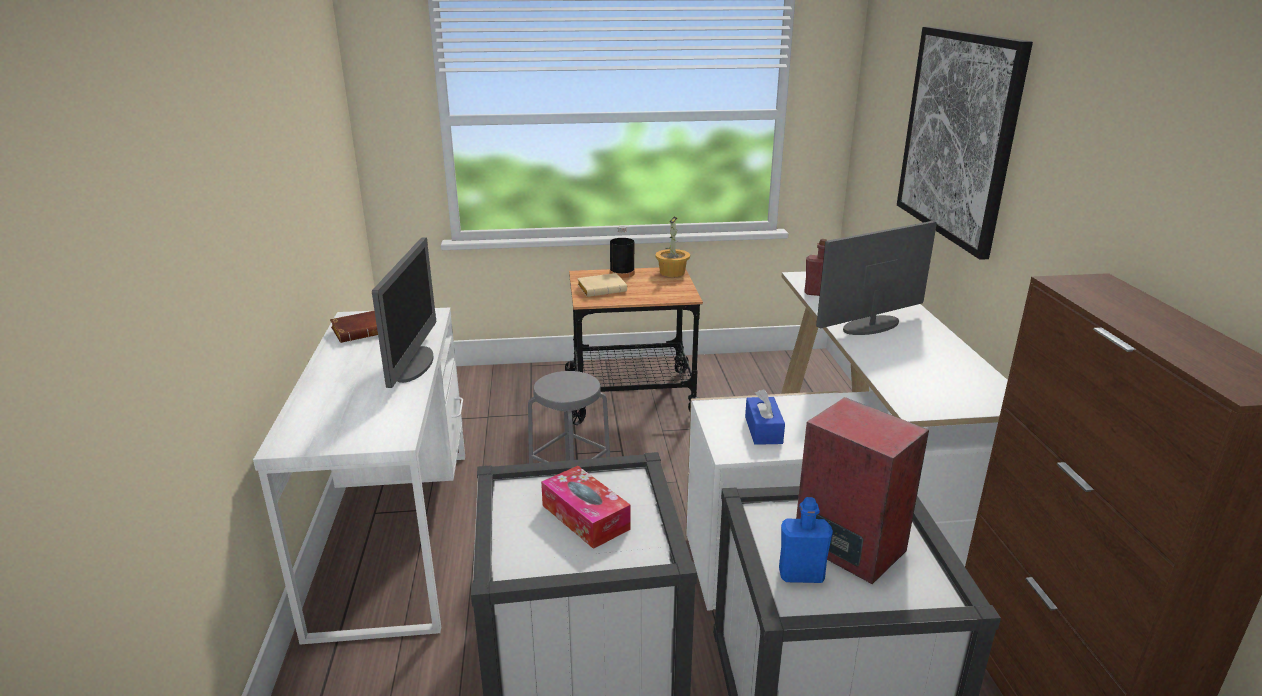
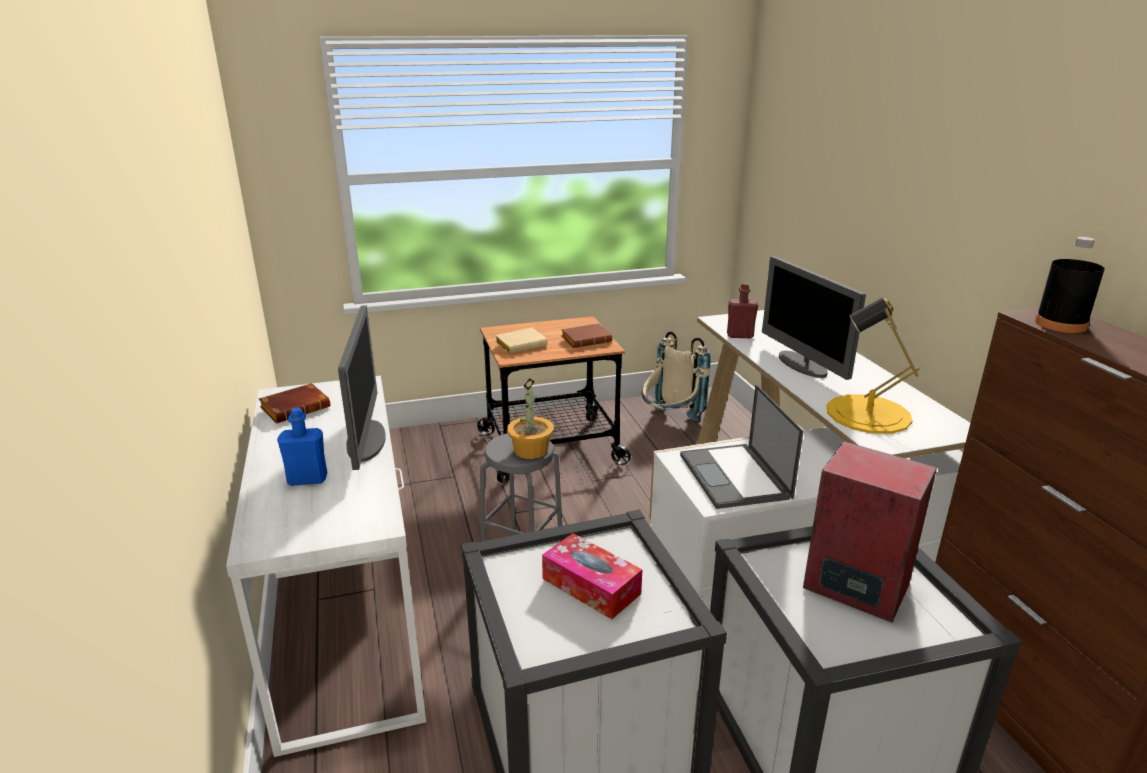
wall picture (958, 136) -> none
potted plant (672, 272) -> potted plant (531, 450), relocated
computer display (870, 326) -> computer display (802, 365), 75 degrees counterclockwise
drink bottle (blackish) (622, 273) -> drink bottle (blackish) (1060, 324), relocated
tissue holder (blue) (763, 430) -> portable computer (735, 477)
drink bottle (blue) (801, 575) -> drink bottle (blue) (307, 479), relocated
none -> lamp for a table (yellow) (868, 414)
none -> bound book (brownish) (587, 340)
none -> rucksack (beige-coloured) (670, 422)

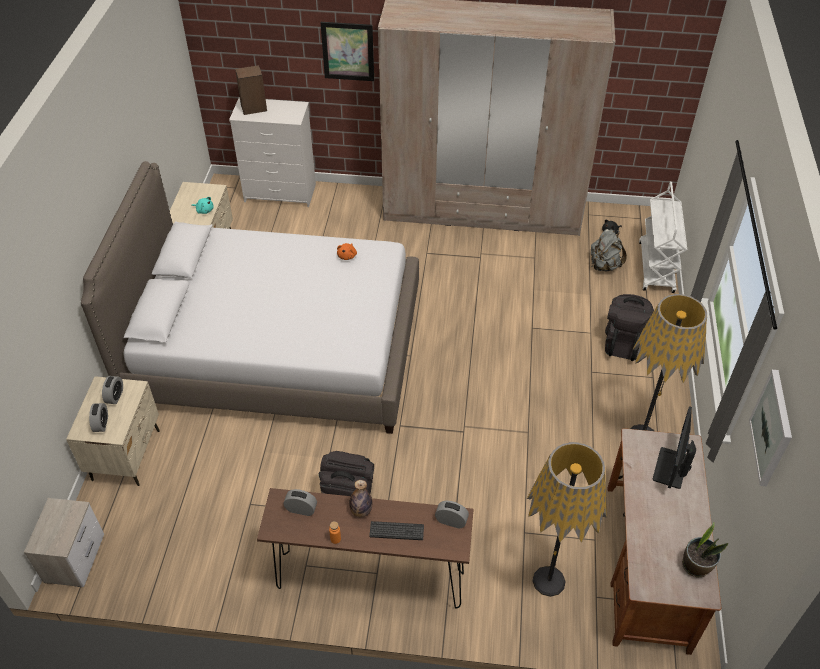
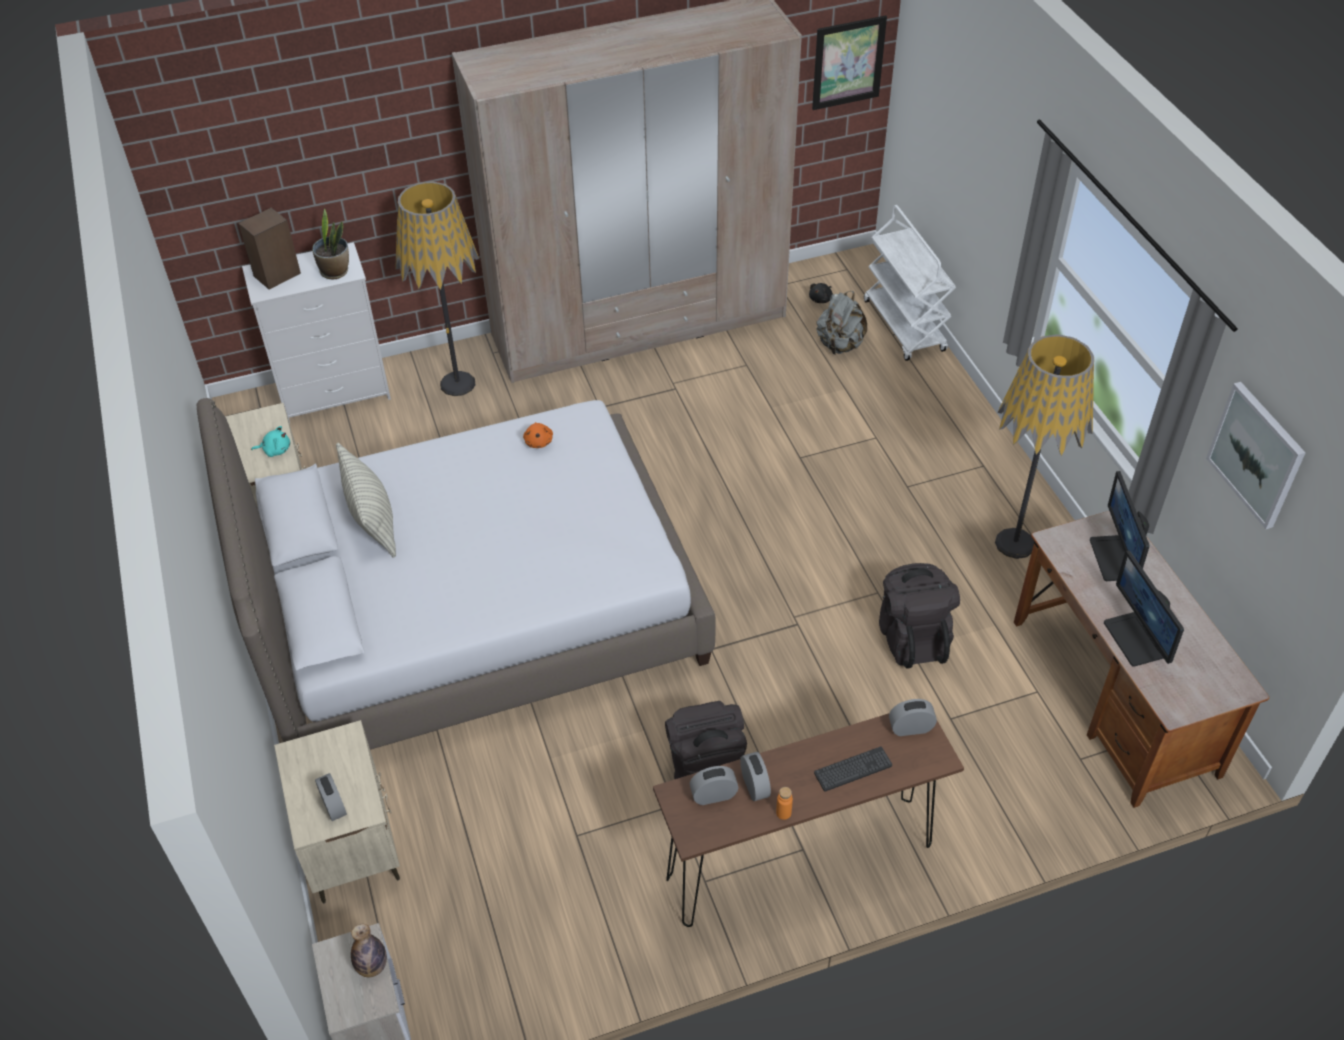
wall picture (348, 51) -> wall picture (848, 62), relocated
rucksack (blackish) (623, 342) -> rucksack (blackish) (912, 637), relocated
alarm clock (115, 396) -> alarm clock (754, 786), relocated
standing lamp (549, 581) -> standing lamp (458, 384), relocated
drink bottle (361, 511) -> drink bottle (372, 966), relocated
potted plant (696, 566) -> potted plant (335, 271), relocated
none -> throw pillow (372, 519)
none -> computer display (1136, 639)

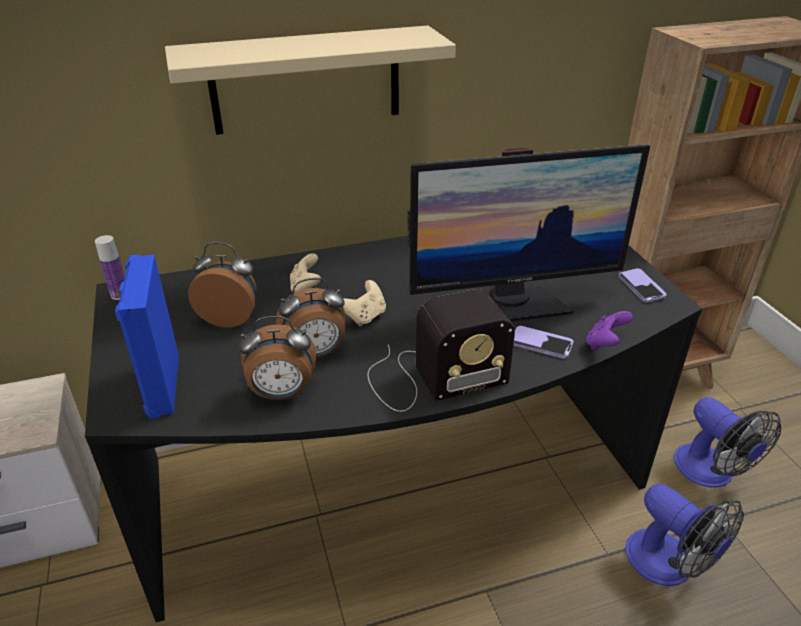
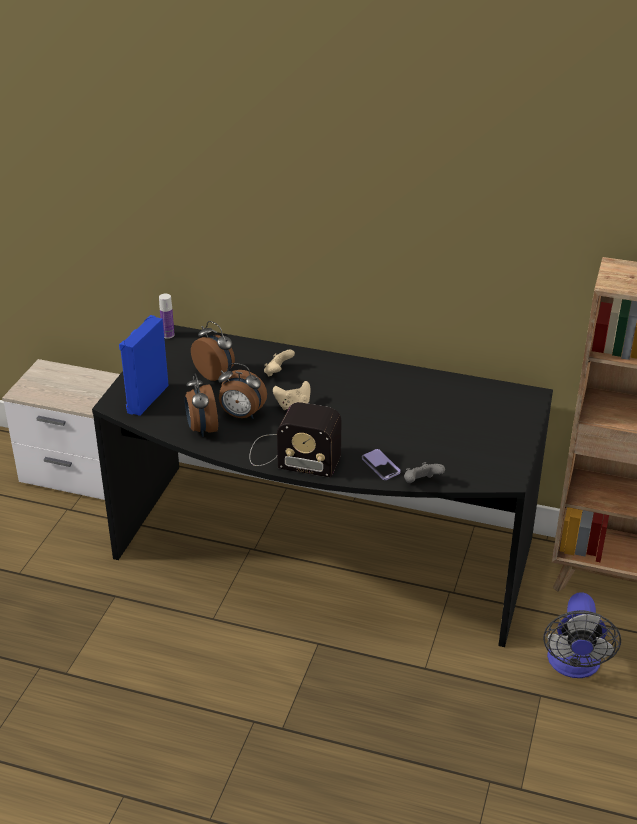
bracket shelf (beige-coloured) (306, 80) -> none
computer display (512, 304) -> none
telephone (641, 287) -> none
gamepad (purplish) (604, 344) -> gamepad (gray) (421, 483)
alarm clock (282, 394) -> alarm clock (202, 429), 45 degrees clockwise
electric fan (669, 566) -> none

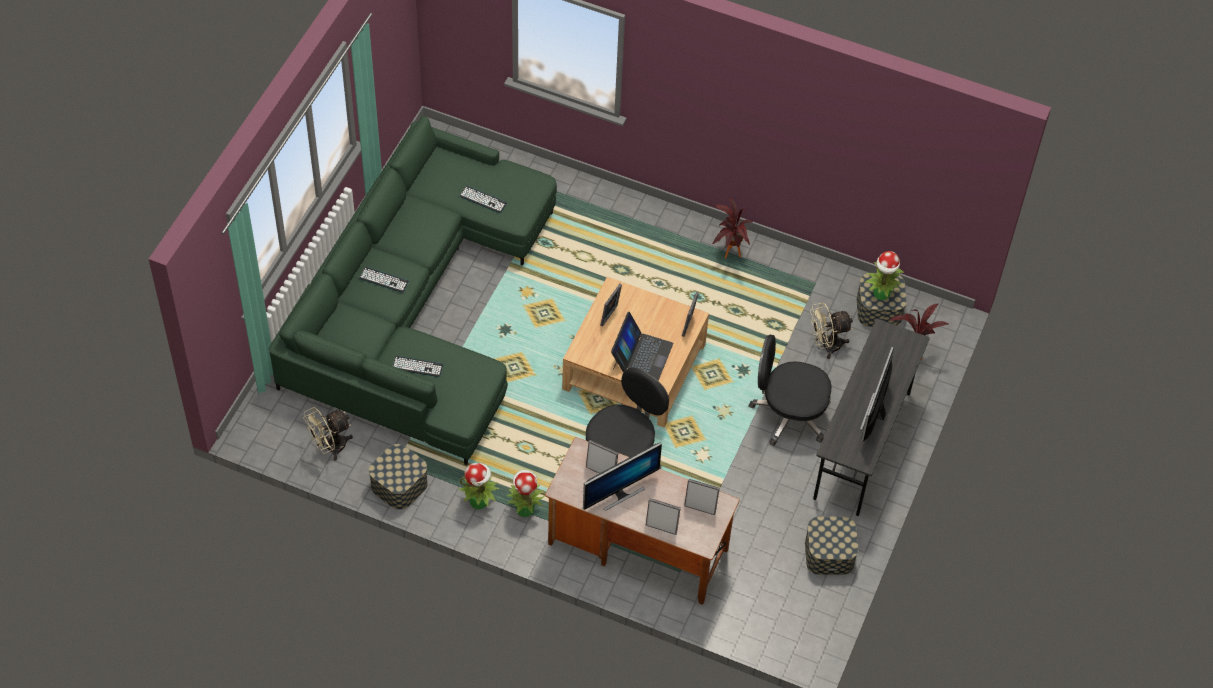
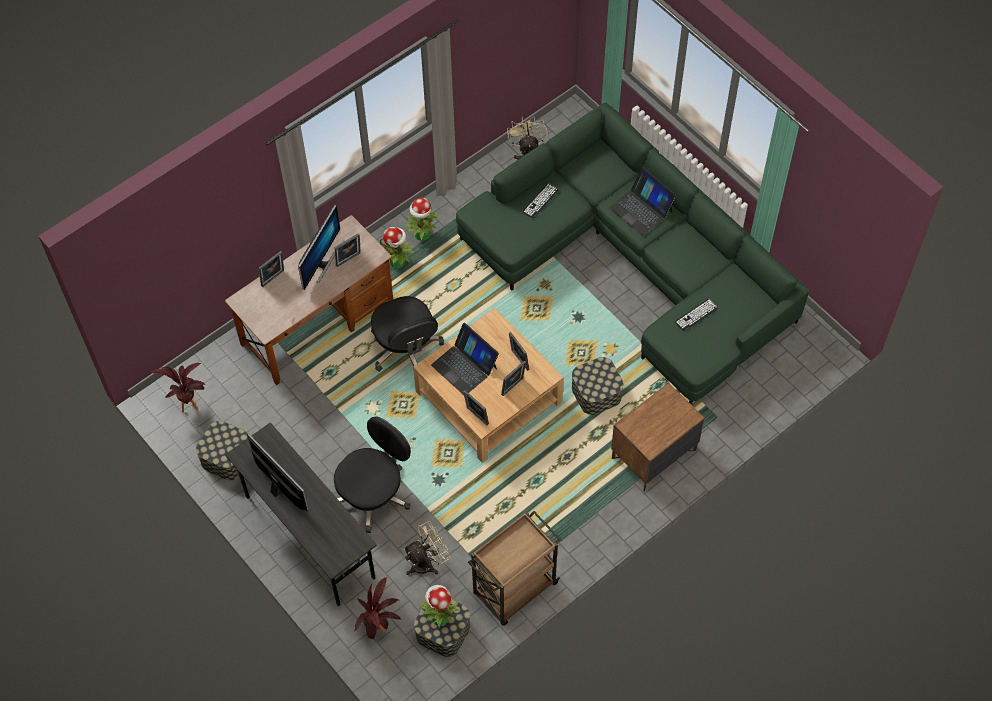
potted plant (728, 257) -> potted plant (188, 403), relocated
PC keyboard (384, 280) -> portable computer (641, 209)
electric fan (beige-coloured) (826, 345) -> electric fan (beige-coloured) (427, 562), 45 degrees clockwise
computer display (620, 493) -> computer display (321, 264), 150 degrees counterclockwise
storage bin (399, 485) -> storage bin (596, 393), relocated
standing frame (700, 507) -> standing frame (513, 387), relocated
none -> night table (brownish) (653, 455)
none -> trolley (brownish) (514, 590)

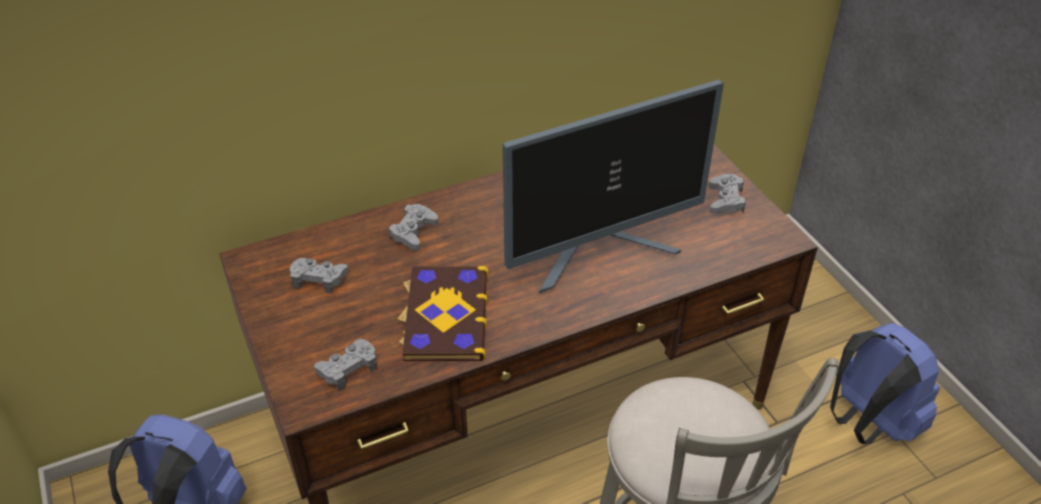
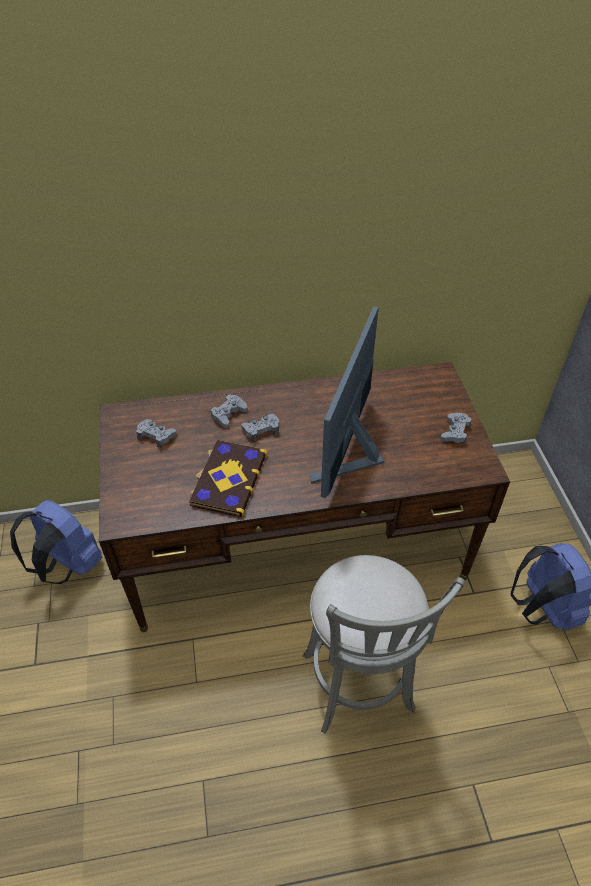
computer display (601, 251) -> computer display (351, 453), 120 degrees clockwise
gamepad (gray) (348, 368) -> gamepad (gray) (261, 430), relocated

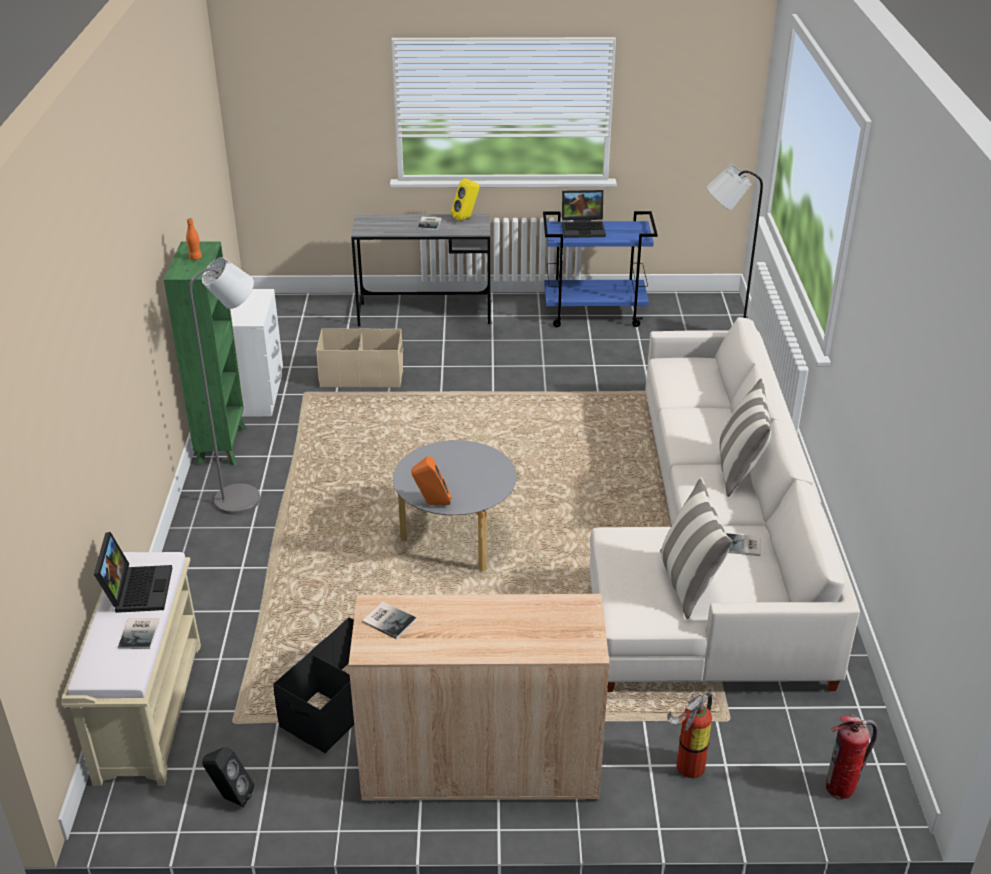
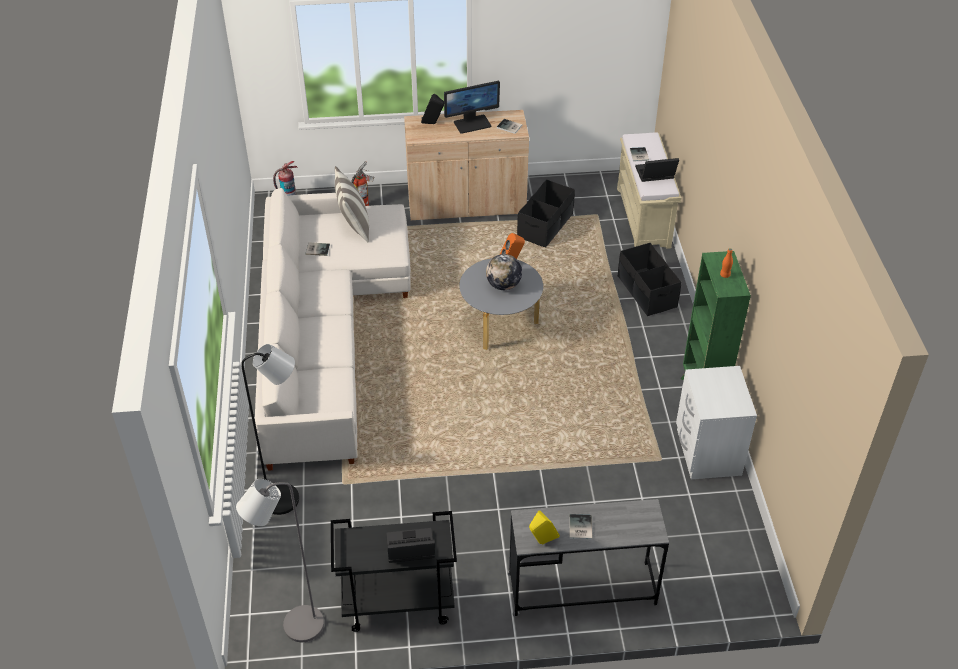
trolley (blue) (595, 313) -> trolley (blackish) (397, 604)
standing lamp (gray) (246, 498) -> standing lamp (gray) (296, 628), relocated
storage bin (beige-coloured) (362, 376) -> none
throw pillow (739, 470) -> none
portable computer (137, 589) -> portable computer (654, 175), 90 degrees clockwise
audio speaker (blackish) (230, 797) -> audio speaker (blackish) (433, 123), relocated
none -> computer display (472, 124)
none -> storage bin (blackish) (646, 292)
none -> world globe (503, 285)

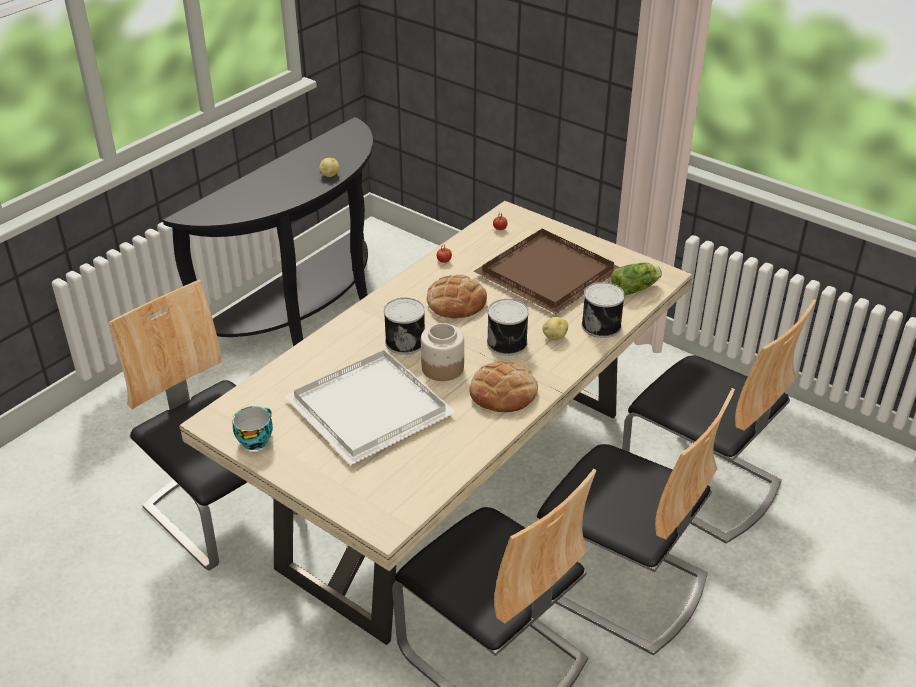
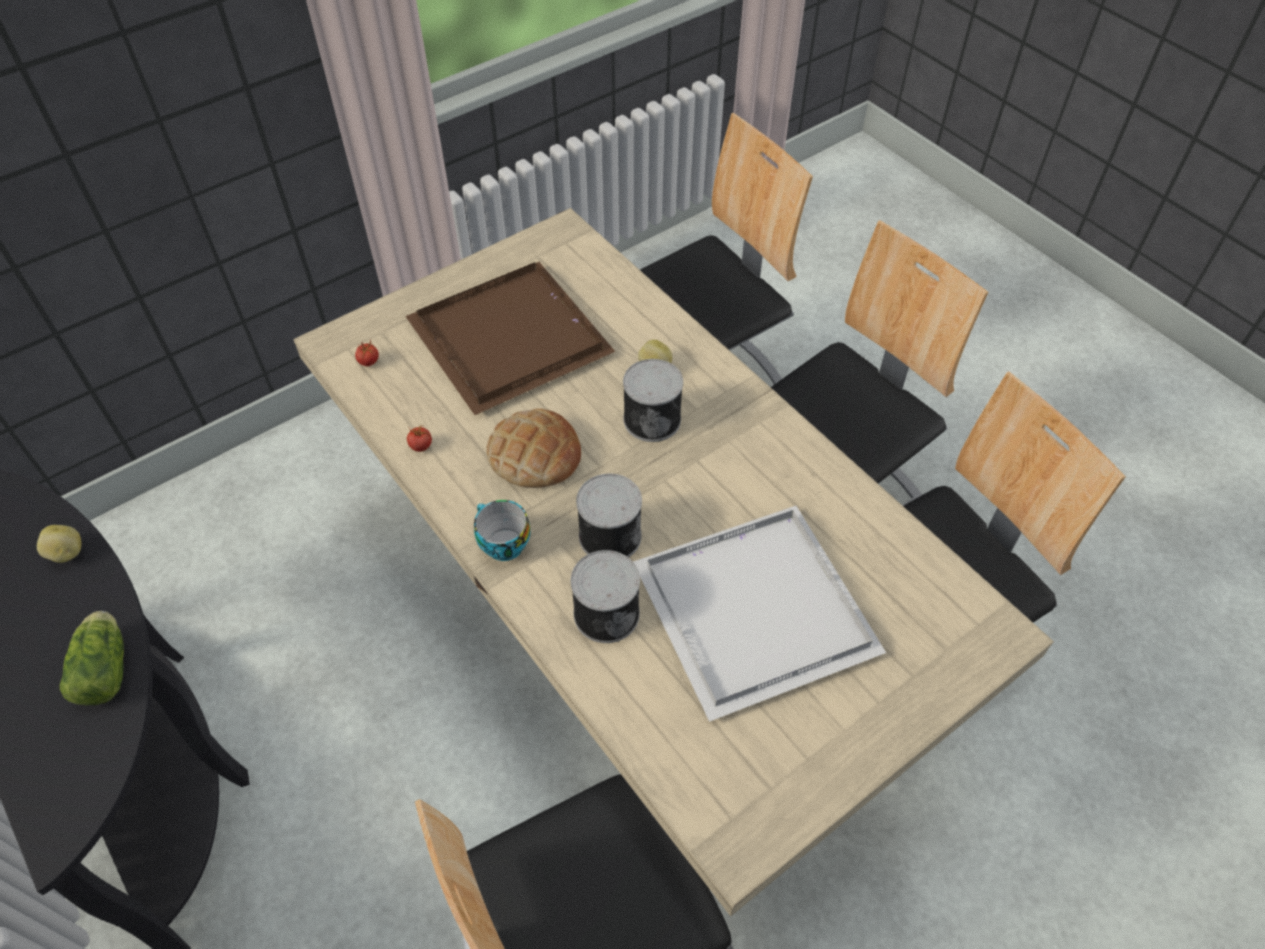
lettuce (636, 288) -> lettuce (105, 667), relocated
sealed can (602, 325) -> sealed can (606, 612), relocated
storage jar (442, 368) -> none
bakery bread (503, 392) -> none
drinking cup (255, 439) -> drinking cup (501, 544), relocated

